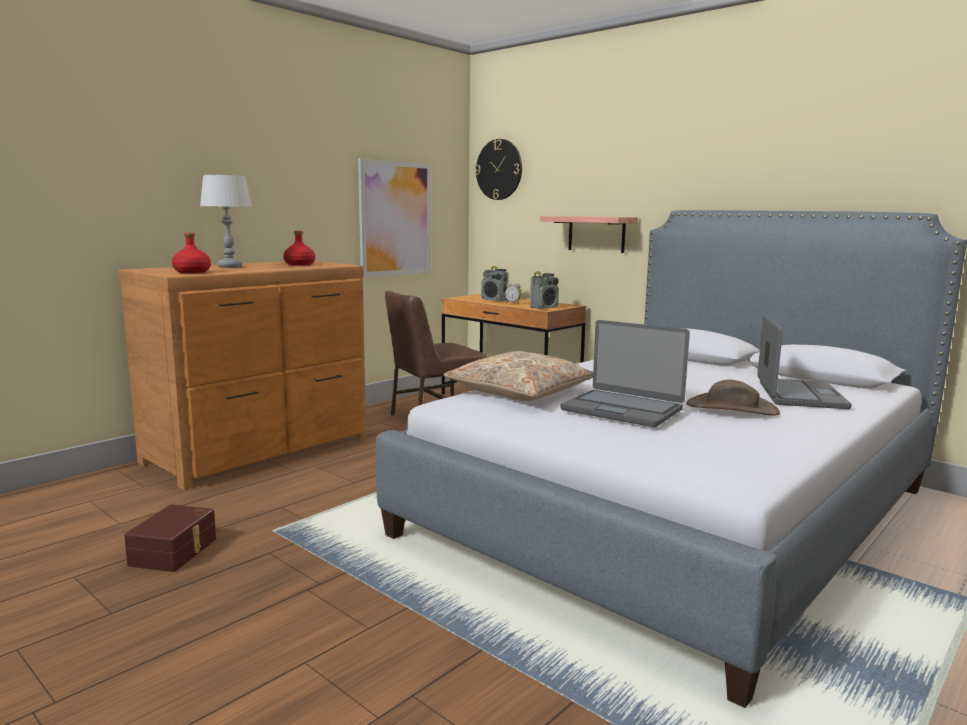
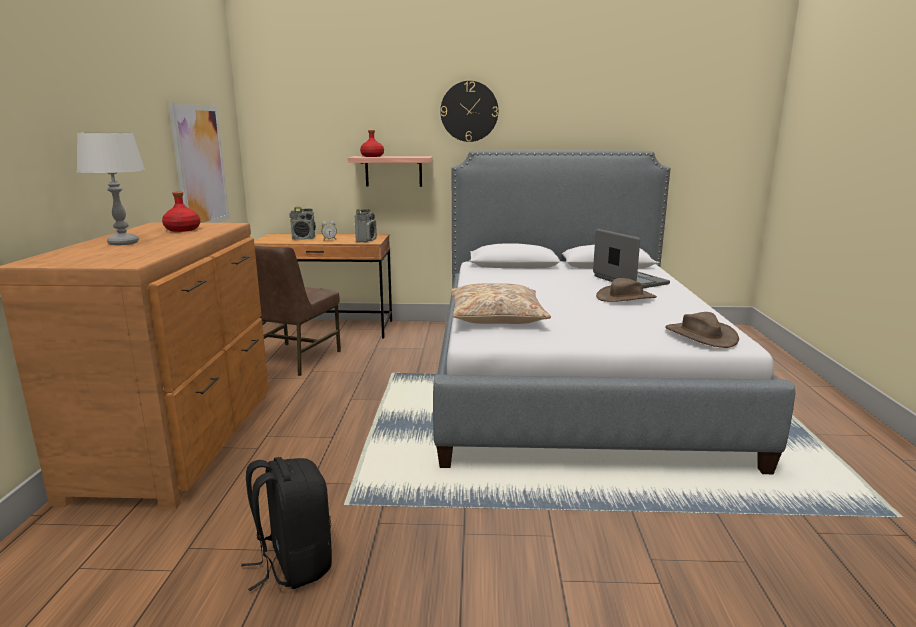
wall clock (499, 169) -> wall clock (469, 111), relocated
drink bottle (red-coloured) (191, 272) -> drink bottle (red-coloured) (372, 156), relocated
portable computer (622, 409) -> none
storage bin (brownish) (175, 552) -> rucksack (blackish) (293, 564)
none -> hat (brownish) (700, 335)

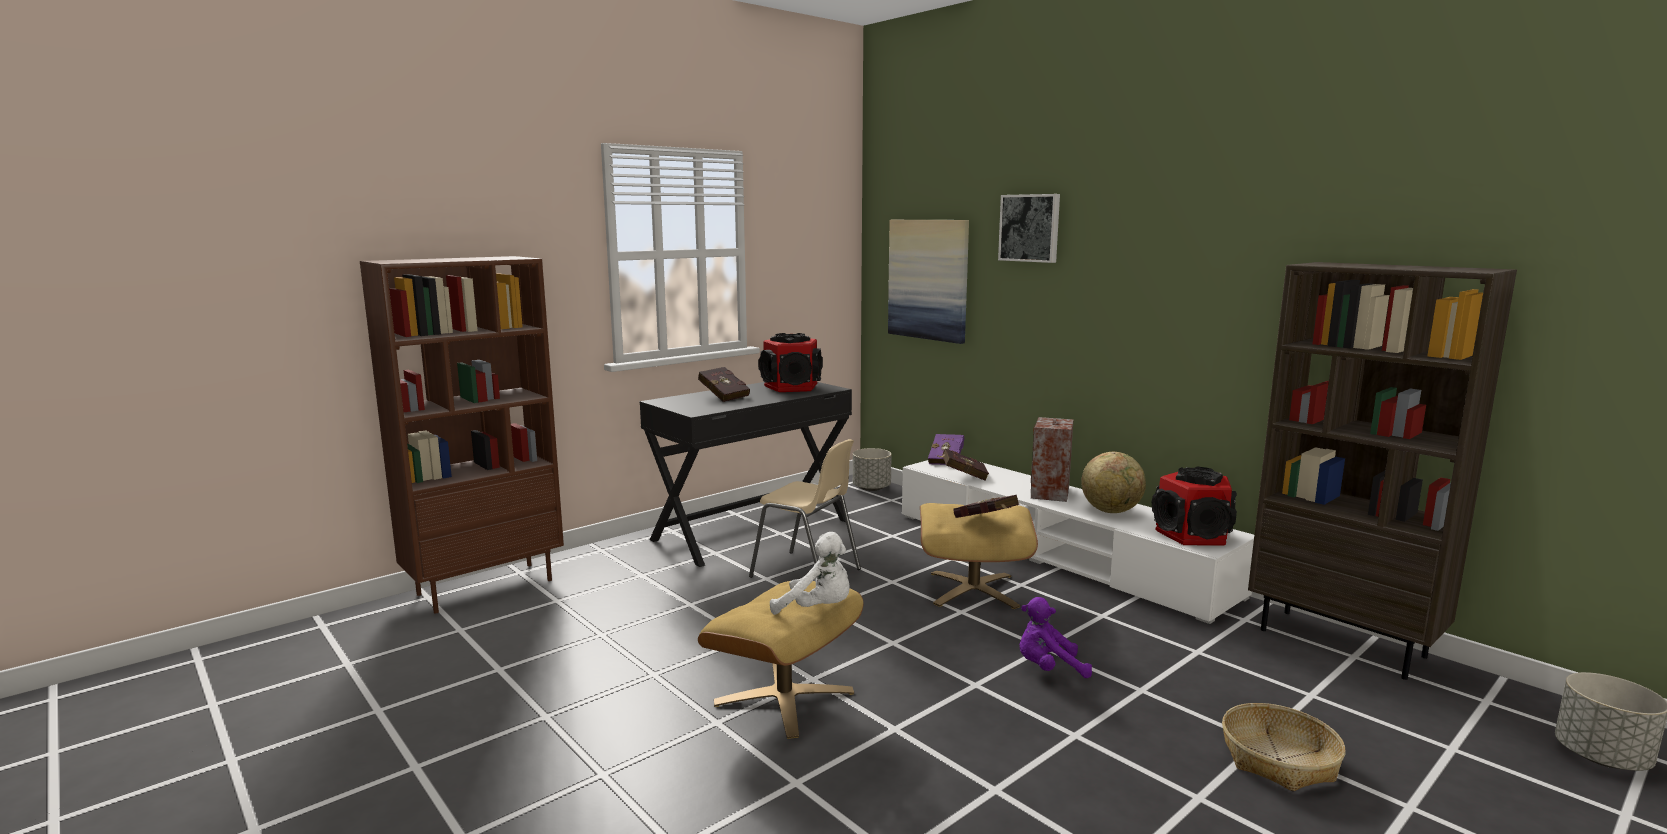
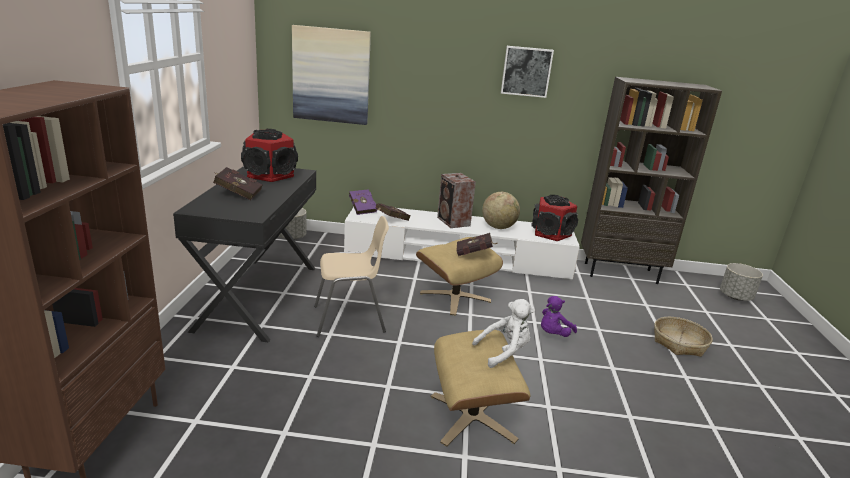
wall picture (1030, 228) -> wall picture (526, 71), relocated

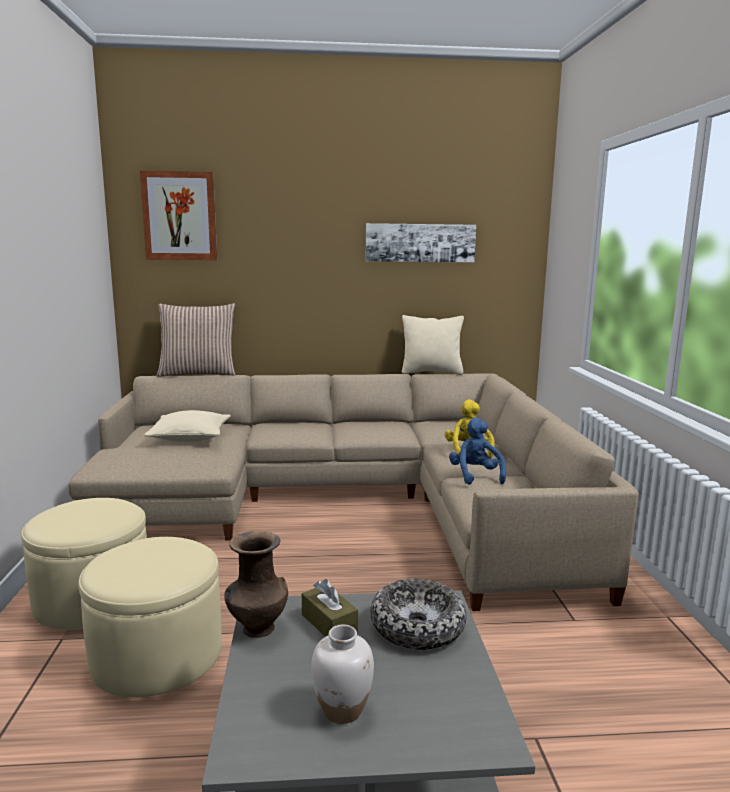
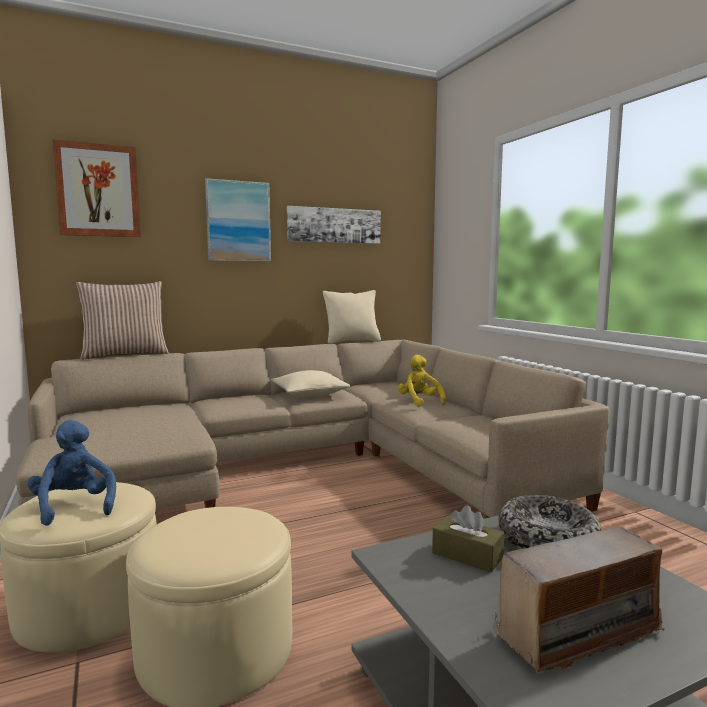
throw pillow (beige-coloured) (190, 437) -> throw pillow (beige-coloured) (309, 394), relocated
soft toy (blue) (475, 476) -> soft toy (blue) (74, 506), relocated
vase (brownish) (257, 629) -> none
vase (white) (342, 710) -> radio (578, 632)
none -> wall picture (238, 221)

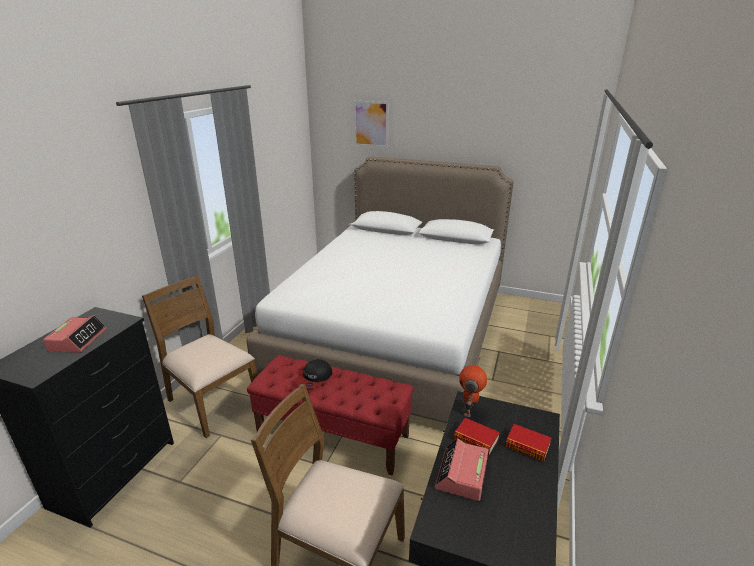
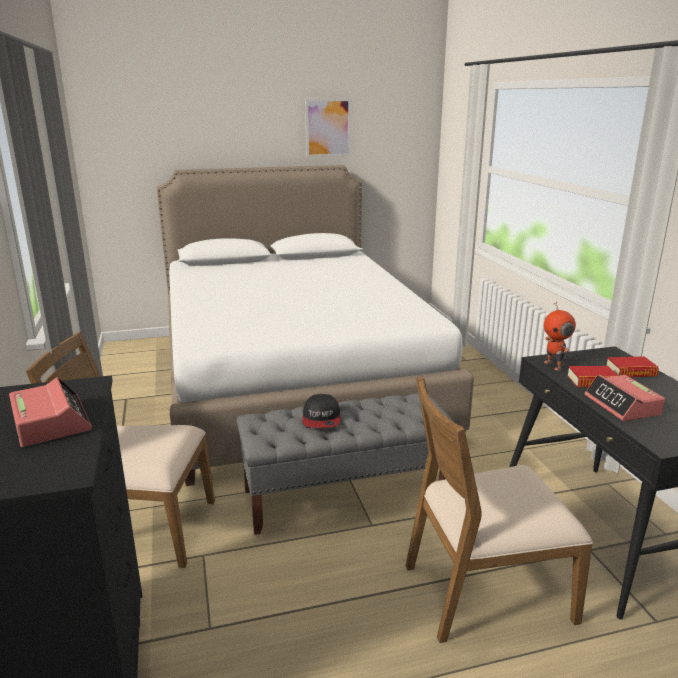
wall picture (371, 124) -> wall picture (328, 128), relocated
long seat (red-coloured) (333, 435) -> long seat (gray) (346, 495)

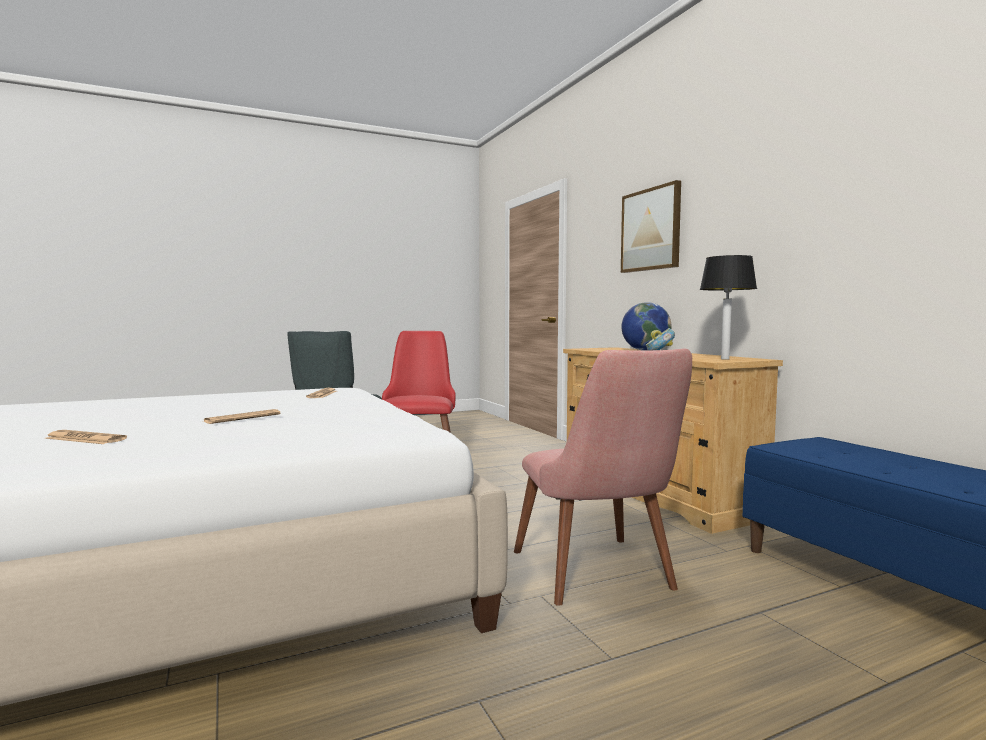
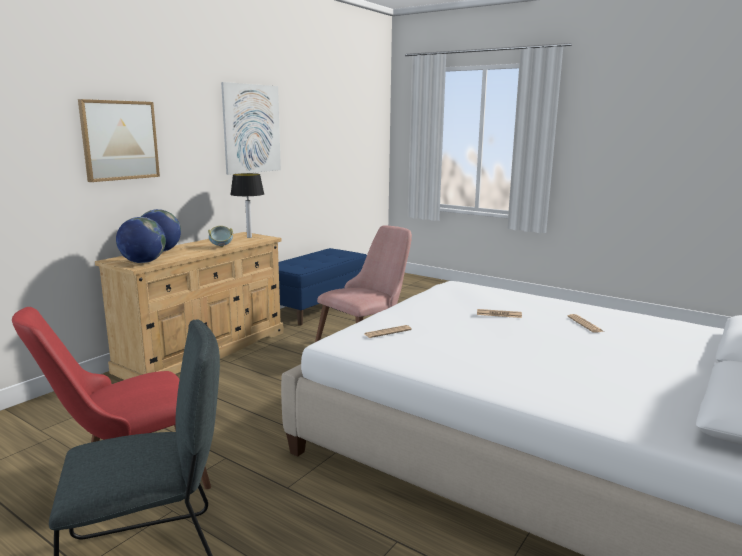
none -> wall picture (252, 129)
none -> world globe (143, 262)

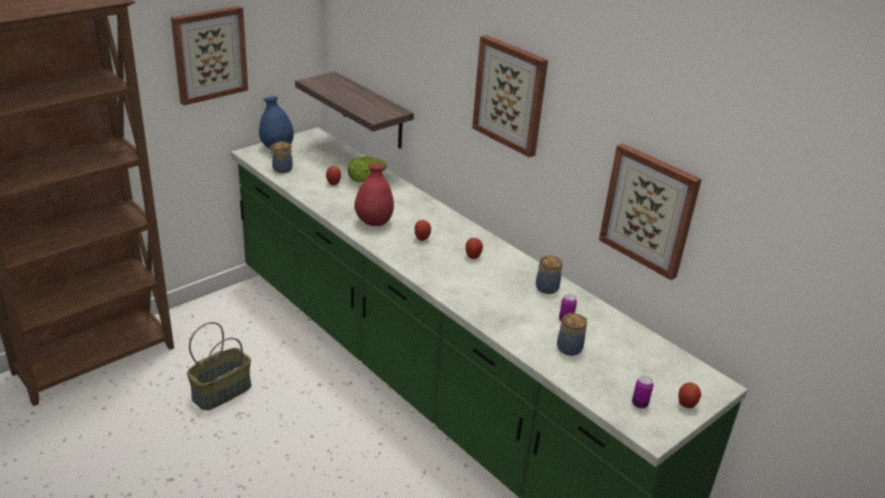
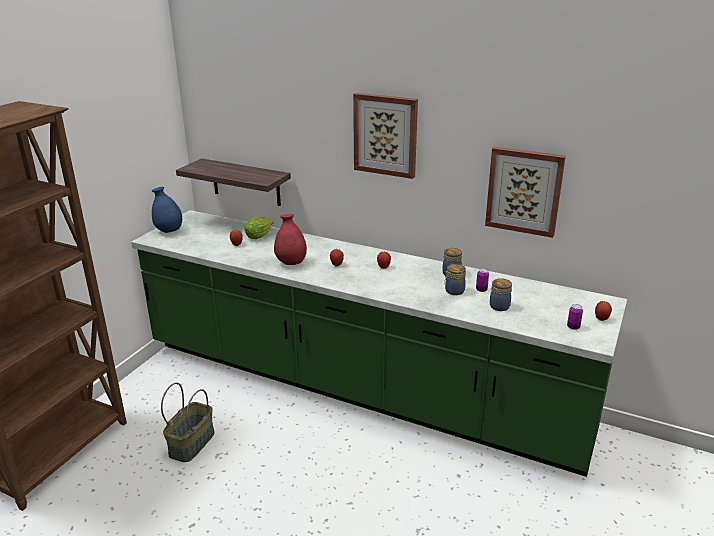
wall picture (209, 54) -> none
storage jar (281, 169) -> storage jar (453, 291), relocated

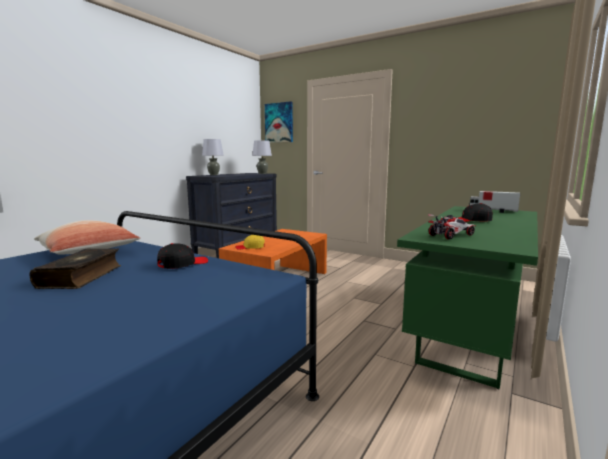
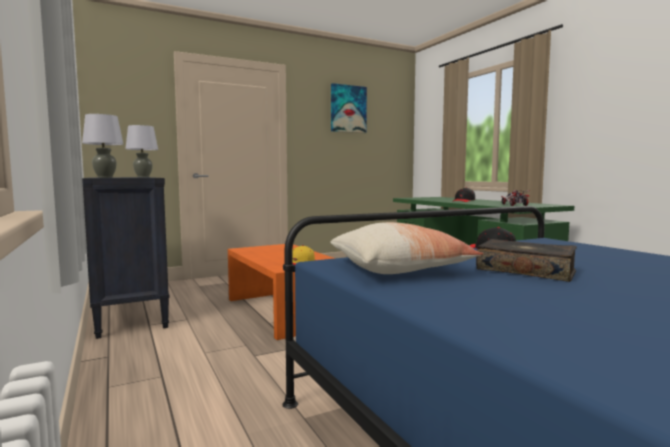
wall picture (279, 123) -> wall picture (348, 109), relocated
toy truck (492, 211) -> none

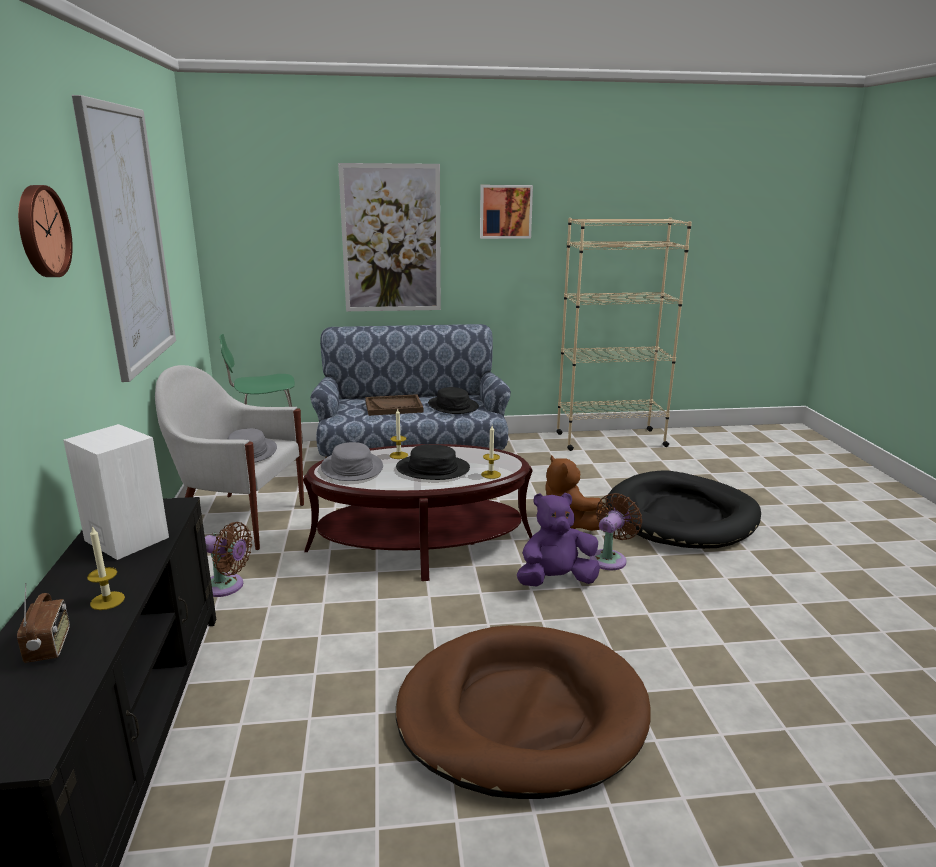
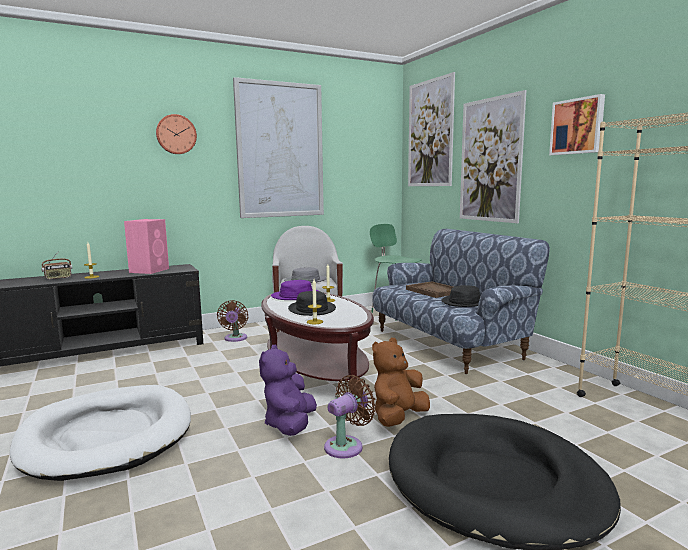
audio speaker (white) (125, 538) -> audio speaker (pinkish) (150, 270)
hat (gray) (351, 468) -> hat (purplish) (296, 295)
soft toy (purplish) (556, 580) -> soft toy (purplish) (290, 425), 135 degrees counterclockwise
electric fan (brownish) (610, 558) -> electric fan (brownish) (347, 445), 60 degrees counterclockwise
dog cushion (brownish) (521, 714) -> dog cushion (white) (107, 435)
none -> wall picture (430, 133)

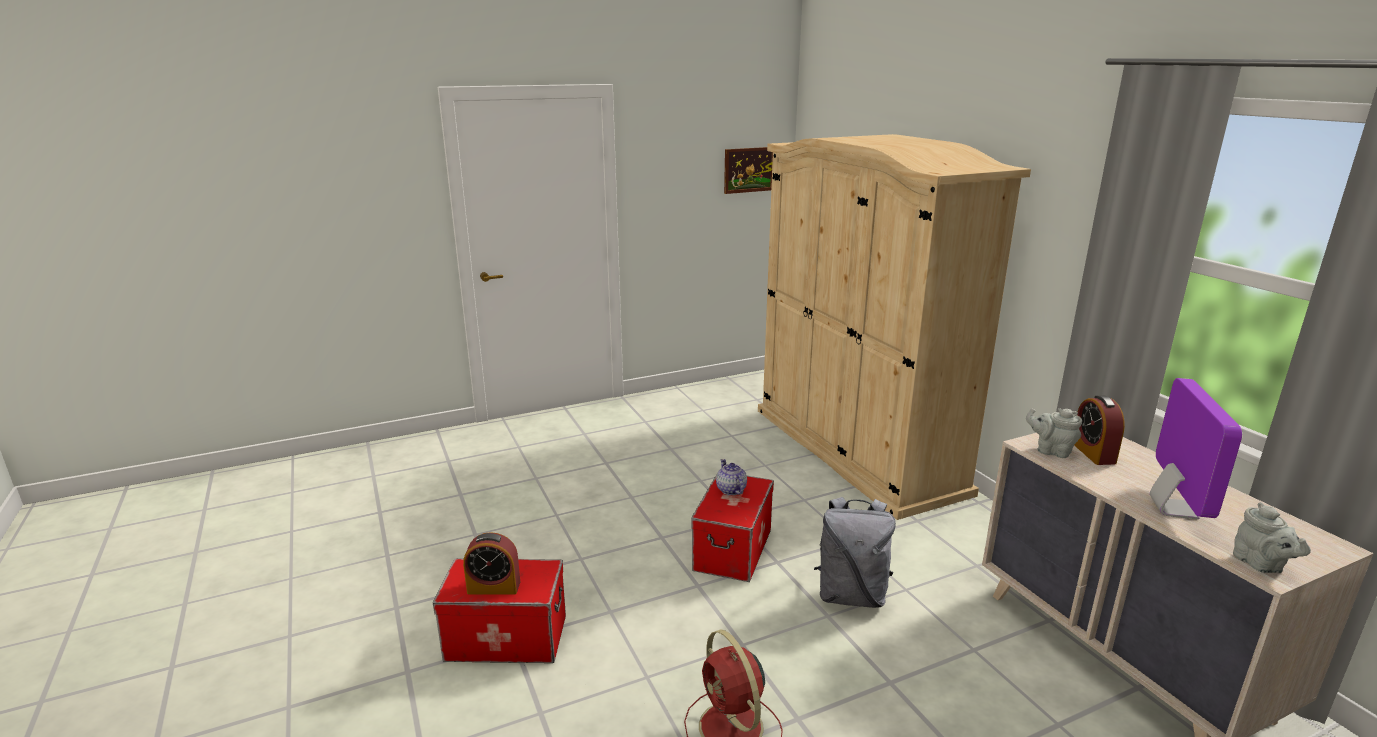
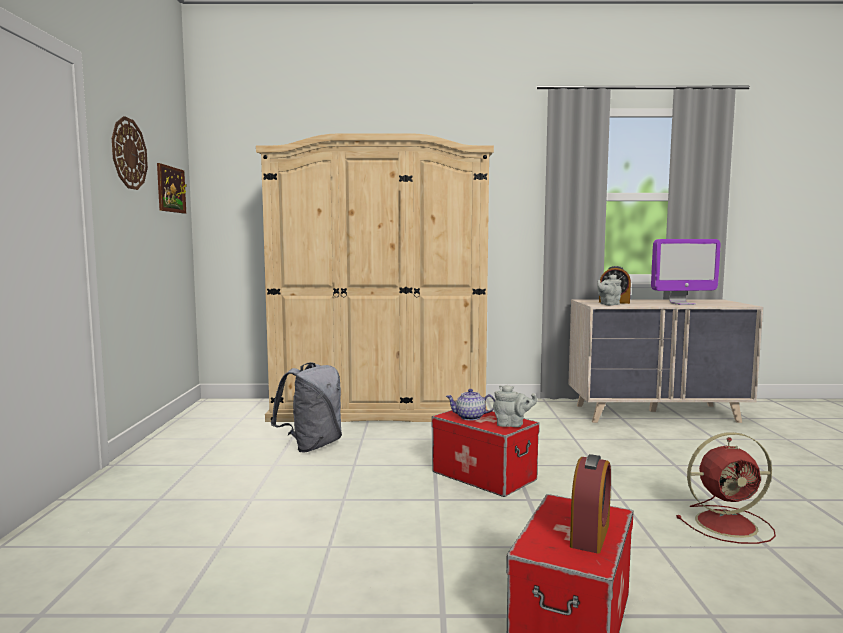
computer display (1173, 509) -> computer display (682, 304), 135 degrees clockwise
rucksack (gray) (851, 595) -> rucksack (gray) (312, 446), relocated
pot for tea (gray) (1260, 565) -> pot for tea (gray) (512, 425), relocated
none -> wall clock (129, 153)

